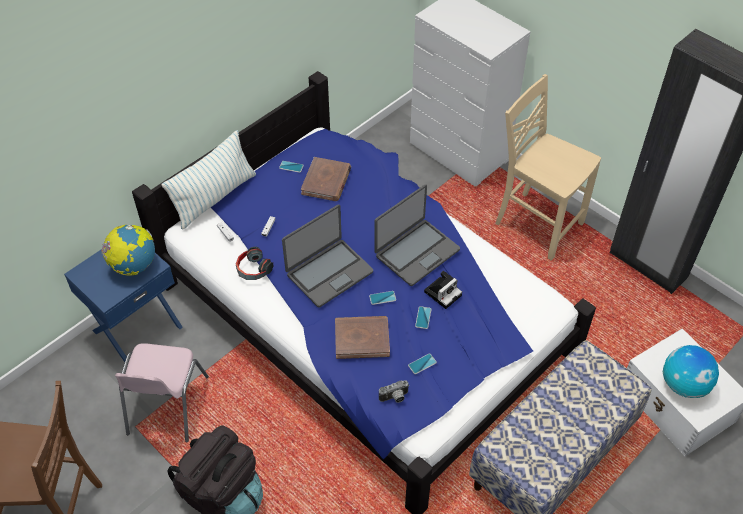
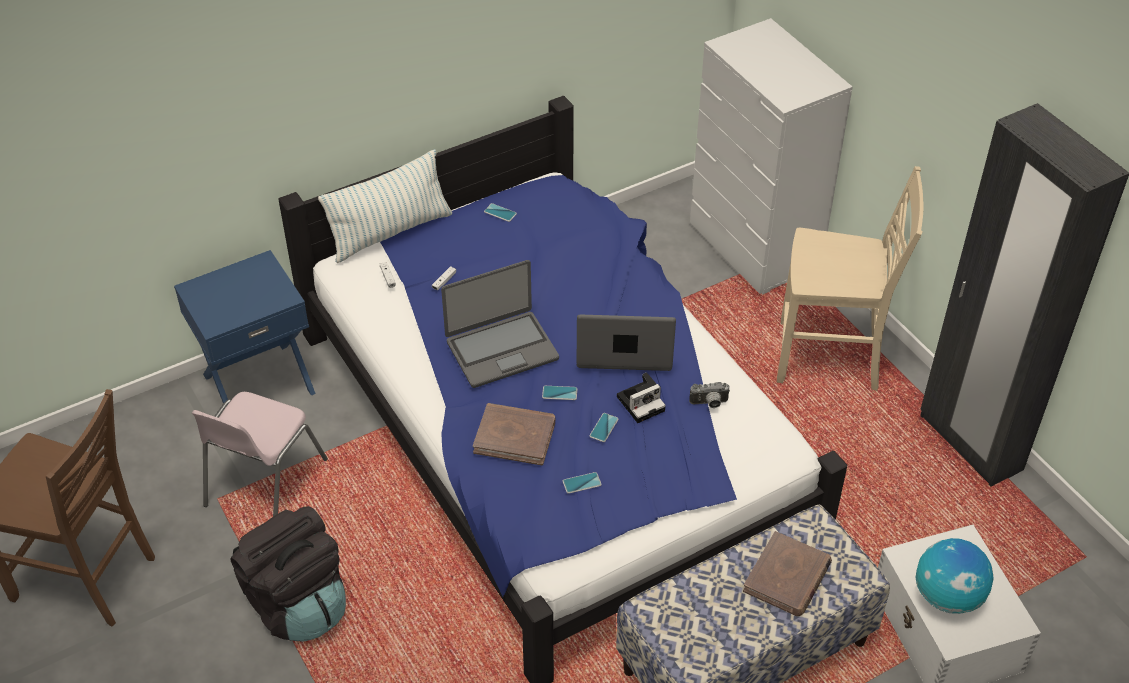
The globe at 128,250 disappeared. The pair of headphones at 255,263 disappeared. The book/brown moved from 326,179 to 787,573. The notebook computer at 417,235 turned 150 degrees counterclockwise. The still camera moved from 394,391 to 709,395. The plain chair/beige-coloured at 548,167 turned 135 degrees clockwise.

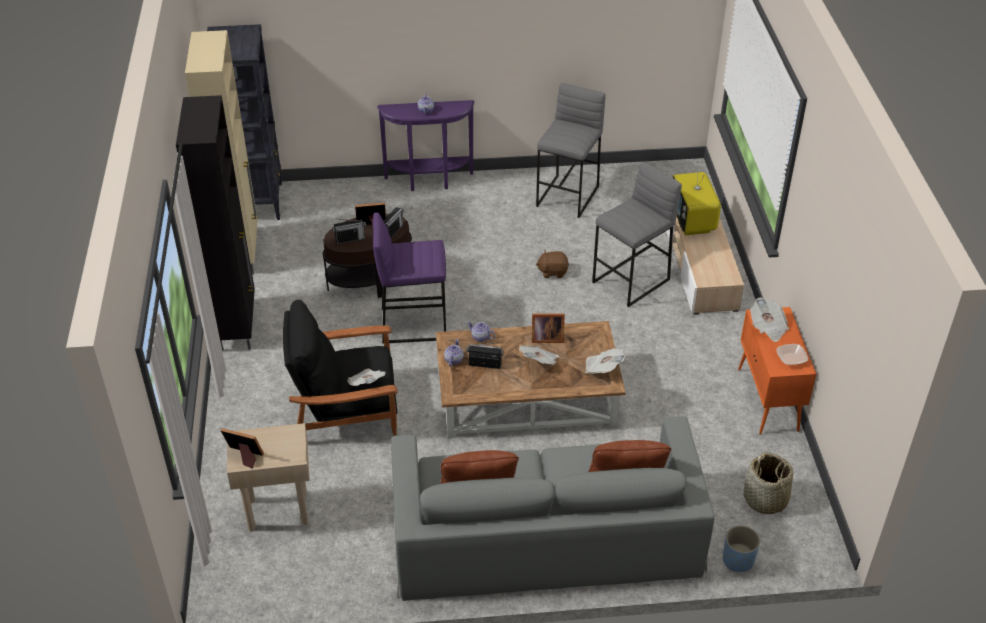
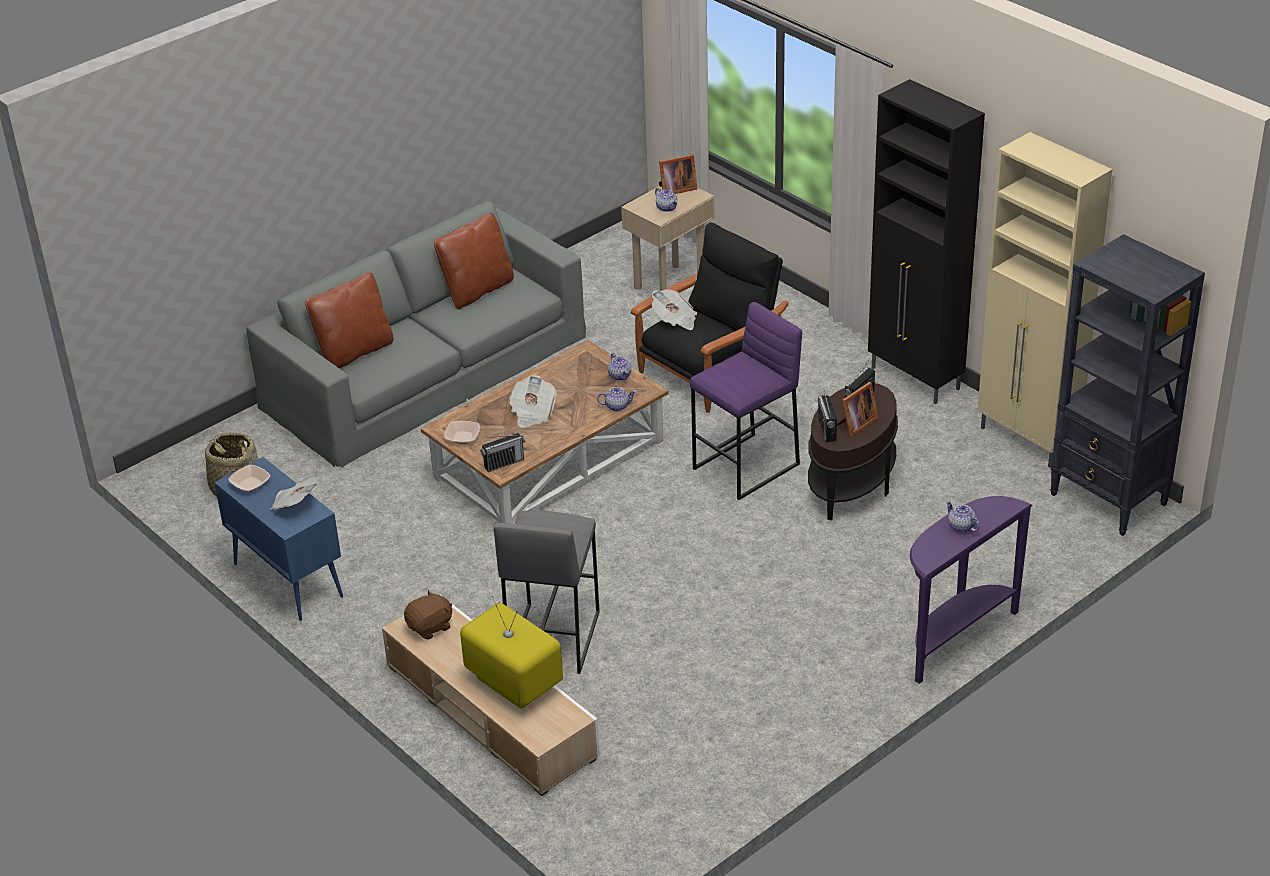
The radio moved from 485,355 to 502,452. The picture frame at 548,328 disappeared. The sitting stool/greyish at 571,150 disappeared. The soft toy/brown moved from 552,264 to 428,615. The printed paper at 605,361 was replaced by the bowl at 462,432. The planter/bluish at 741,548 disappeared. The cupboard/orange at 777,370 became the cupboard/bluish at 278,539. The tea pot at 666,199 appeared.

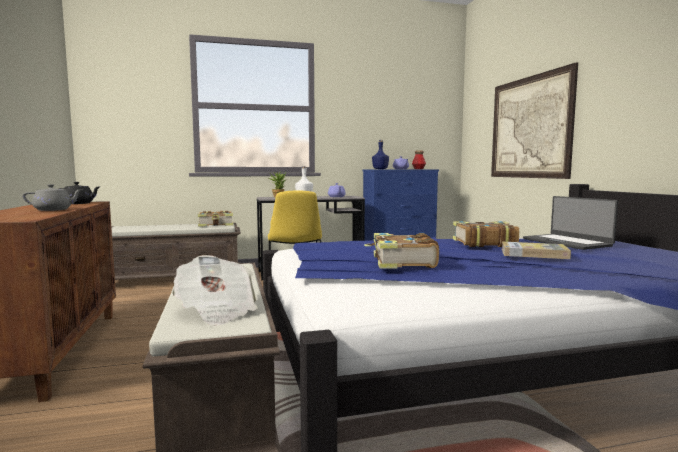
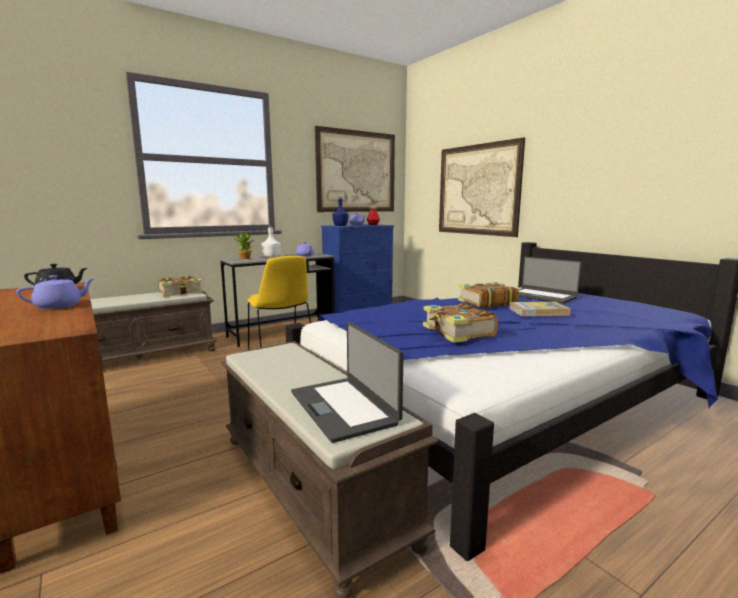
The tea pot/greyish at 52,197 became the tea pot/purplish at 55,292. The printed paper at 215,290 was replaced by the notebook computer at 347,382. The wall art at 355,169 appeared.

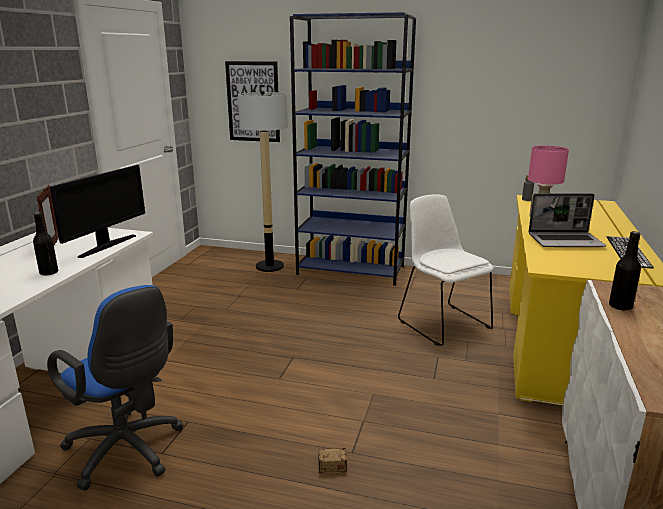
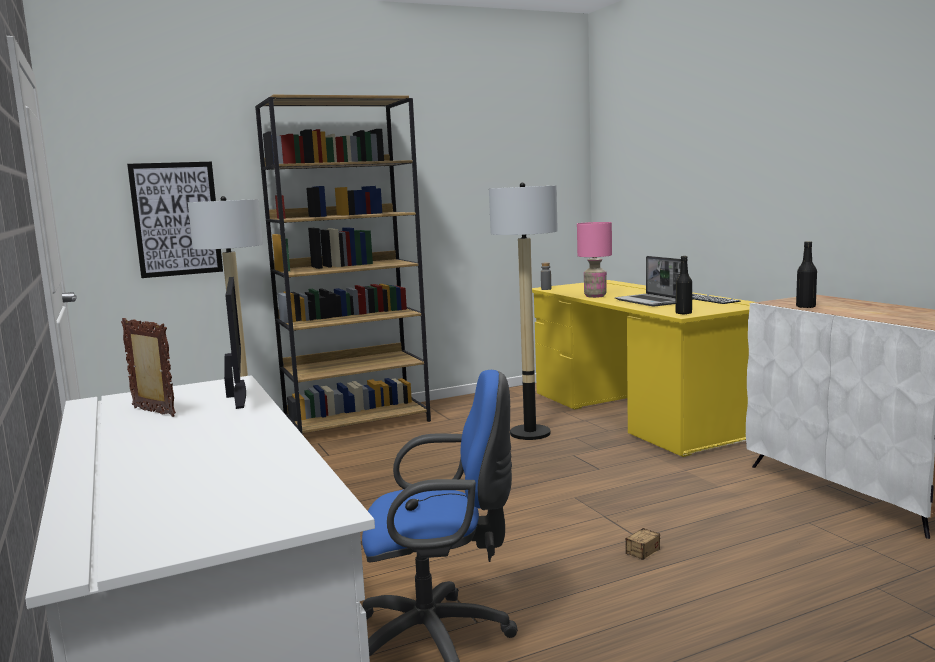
The beverage bottle/black-coloured moved from 45,244 to 684,285. The shelving unit/bluish at 353,149 became the shelving unit/brown at 343,265. The plain chair/whitish at 446,270 was replaced by the standing lamp at 523,311. The notebook computer at 567,220 turned 105 degrees clockwise.

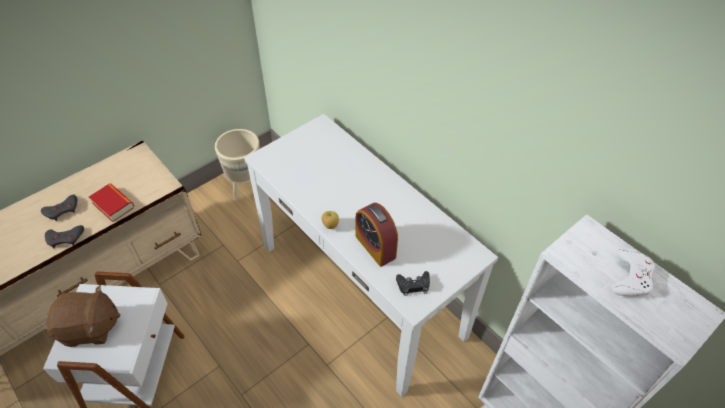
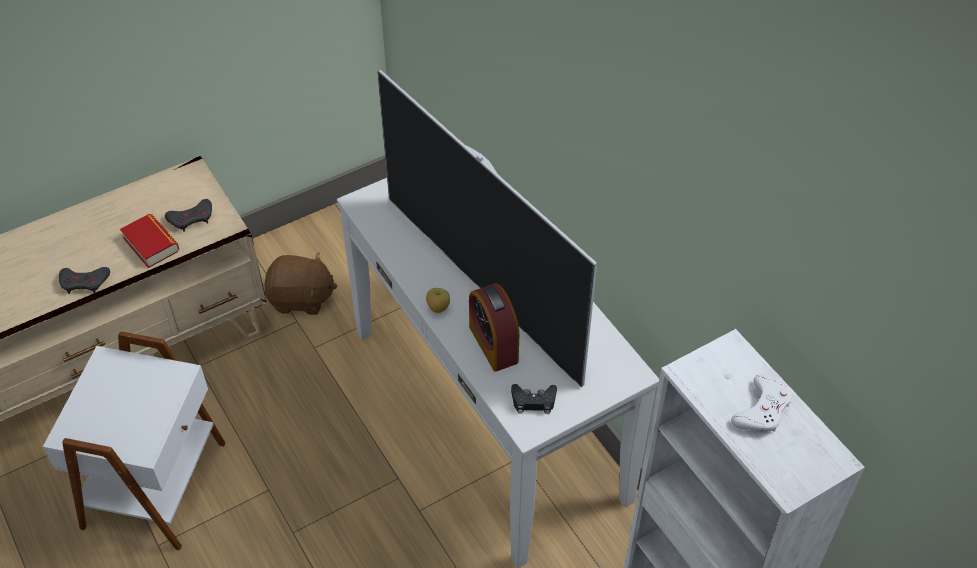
The gamepad/greyish moved from 59,208 to 188,215. The soft toy/brown moved from 83,316 to 300,283. The planter/beige-coloured at 237,165 disappeared. The TV set at 487,228 appeared.

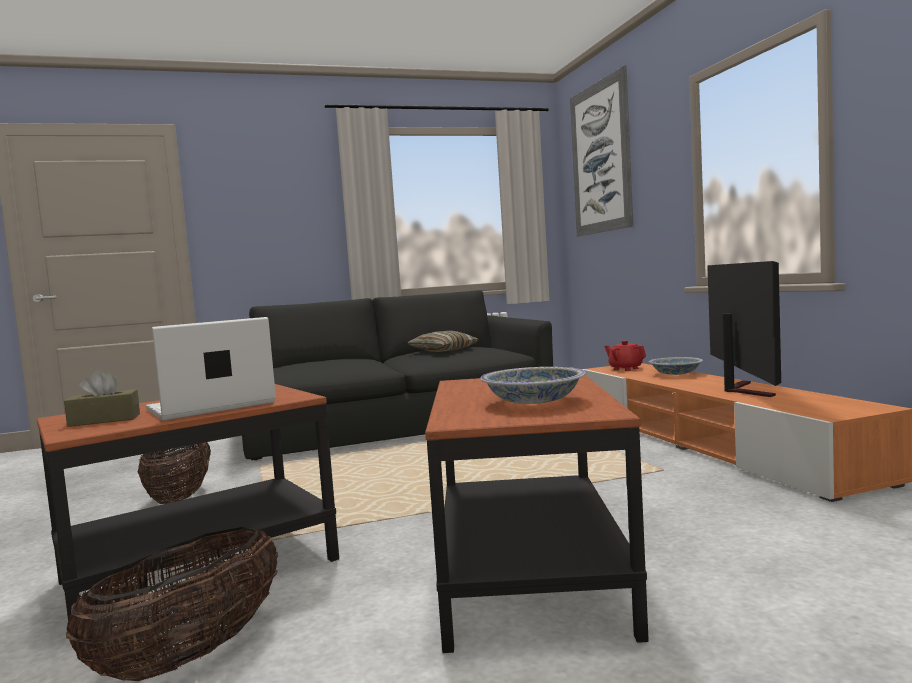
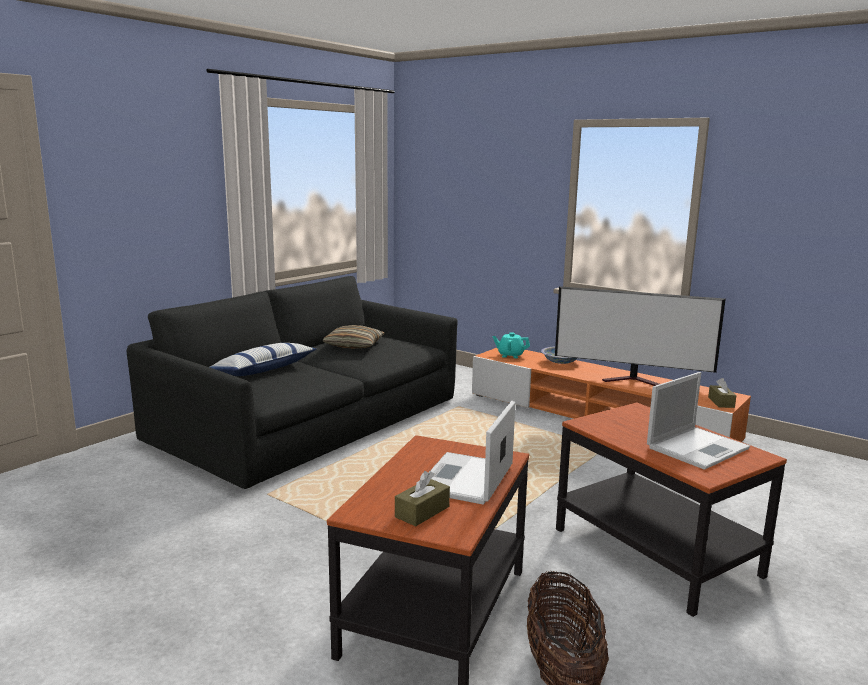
The basket at 174,473 disappeared. The bowl at 533,385 was replaced by the notebook computer at 698,421. The wall art at 601,151 disappeared. The tea pot/red-coloured at 625,356 became the tea pot/turquoise at 511,345. The TV set at 744,329 turned 135 degrees clockwise. The throw pillow at 263,359 appeared. The box of tissues/brown at 722,393 appeared.

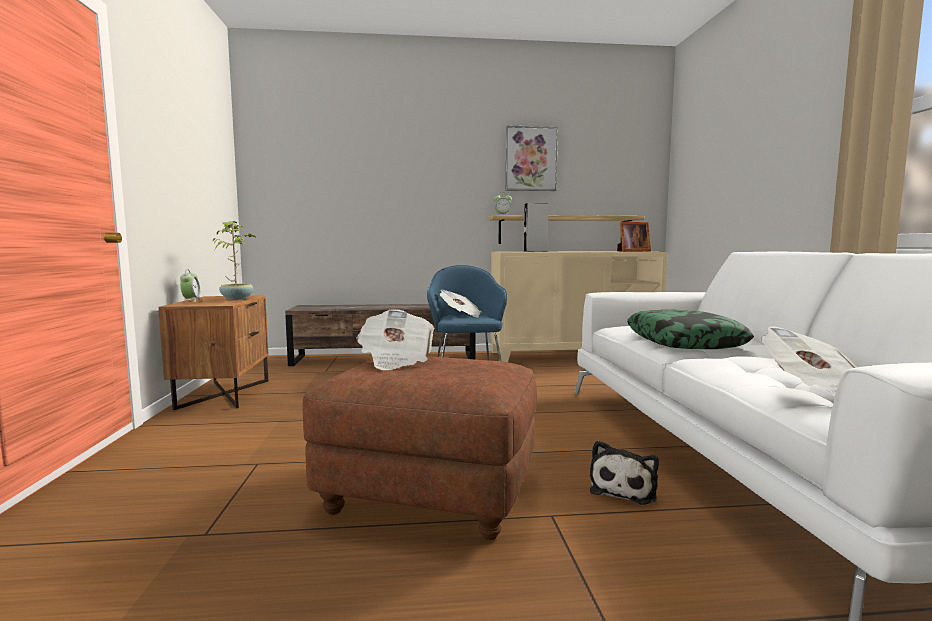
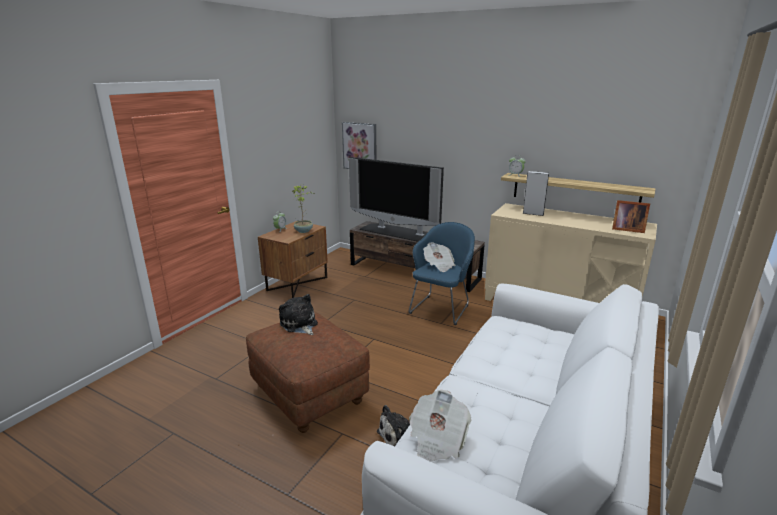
The printed paper at 395,339 was replaced by the soft toy at 298,314. The wall art moved from 532,158 to 359,145. The throw pillow at 690,329 disappeared. The TV set at 396,199 appeared.

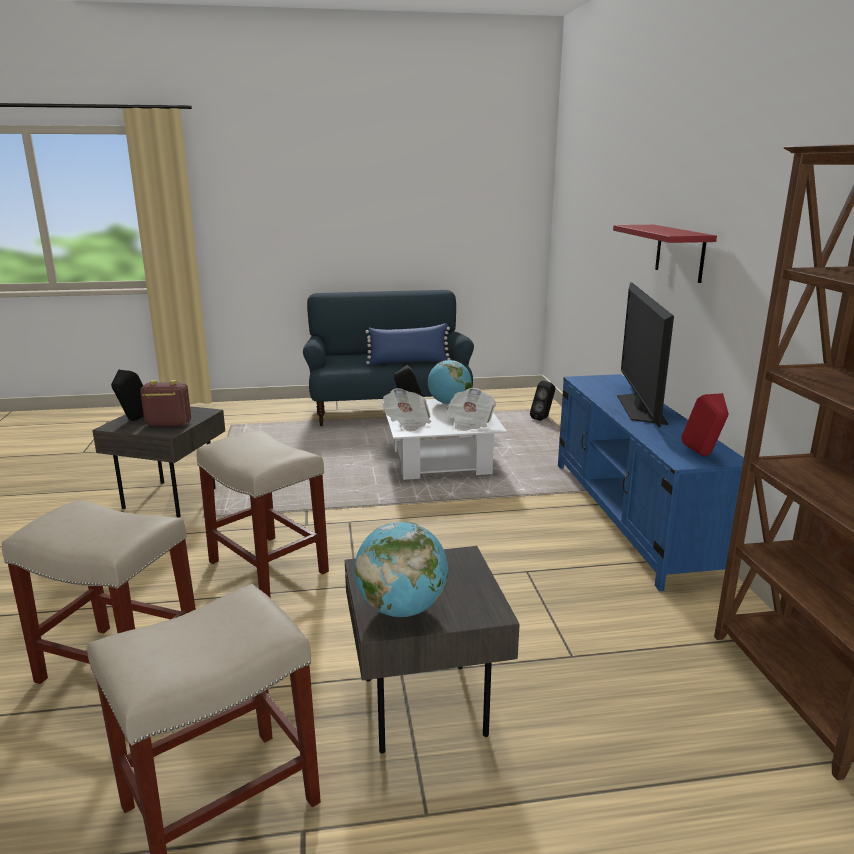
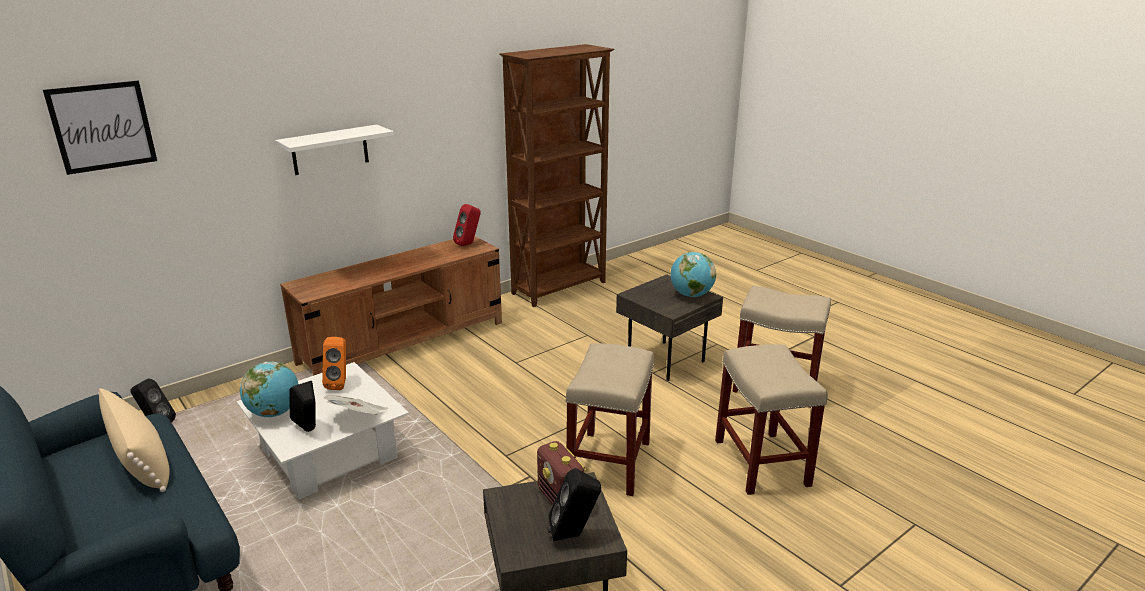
The throw pillow/bluish at 408,344 became the throw pillow/beige-coloured at 134,440. The printed paper at 471,409 was replaced by the loudspeaker/orange at 334,363. The media console/bluish at 651,482 became the media console/brown at 391,306. The shelf/red-coloured at 665,254 became the shelf/whitish at 334,150. The TV set at 645,354 disappeared. The wall art at 100,128 appeared.

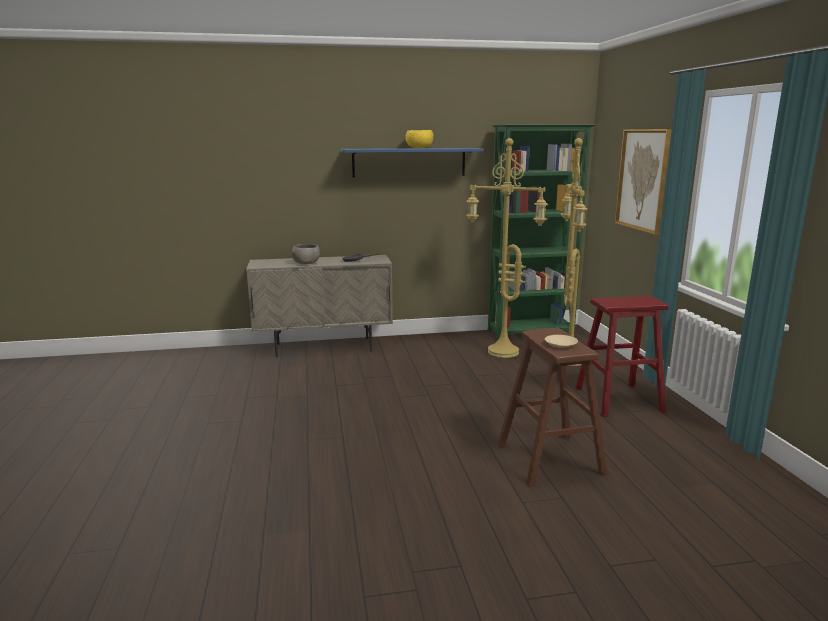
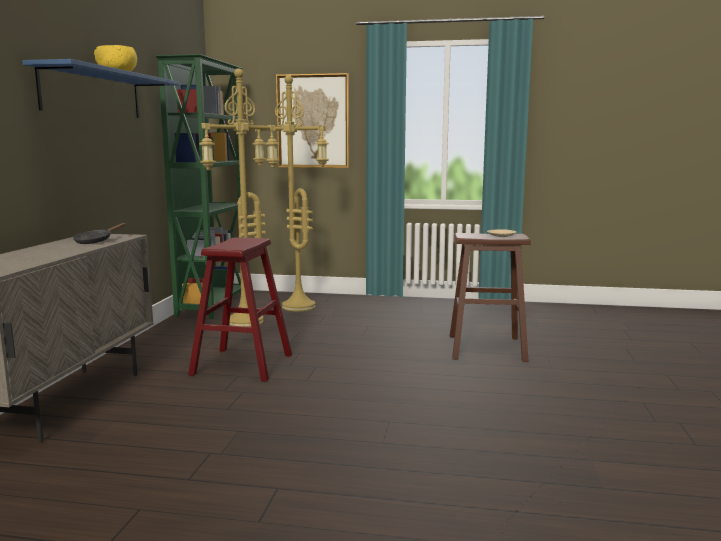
The bowl/greyish at 306,254 disappeared. The sitting stool/red-coloured moved from 622,356 to 240,309.

